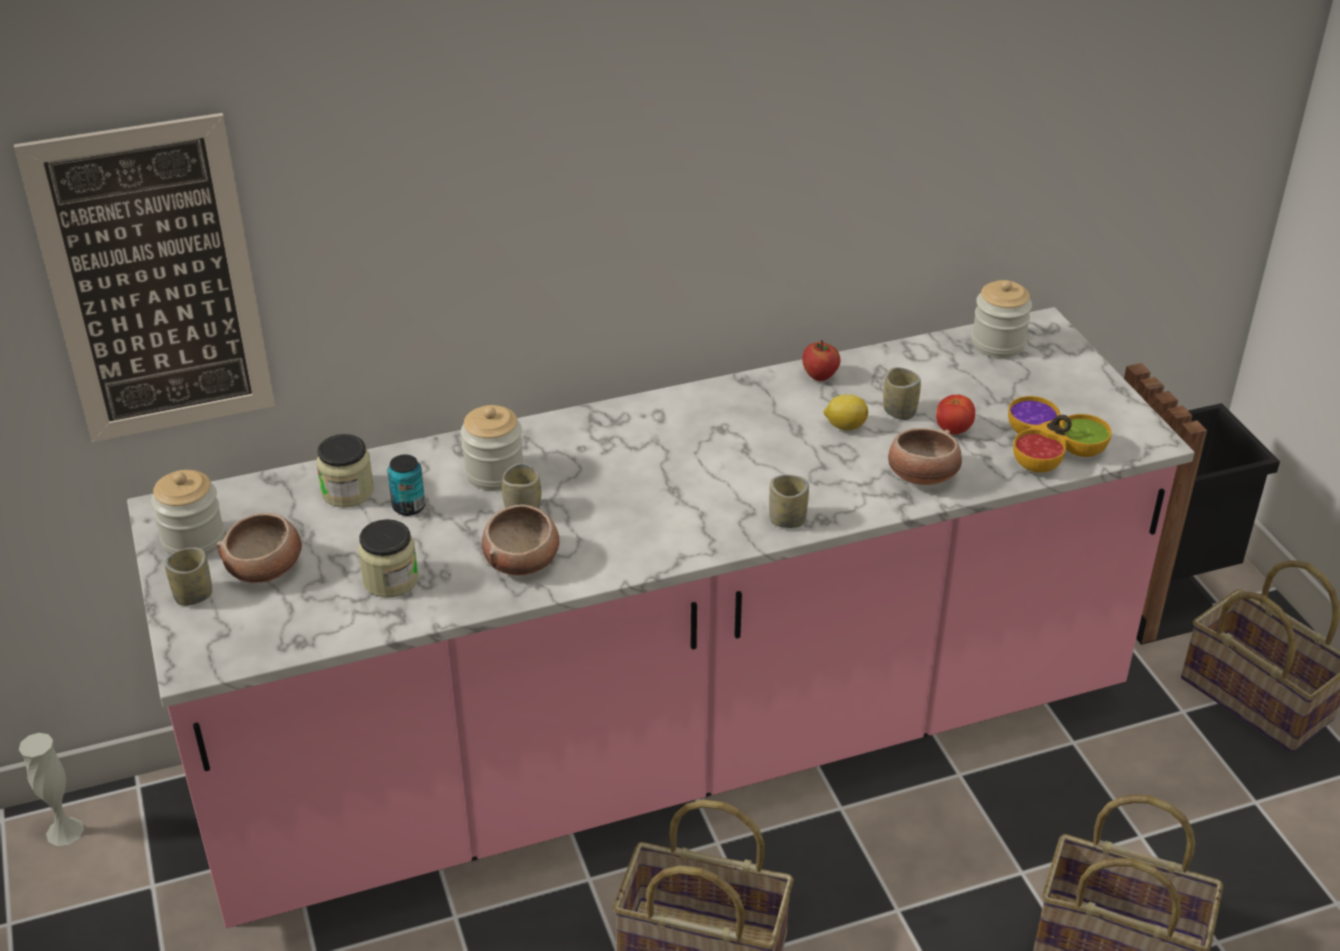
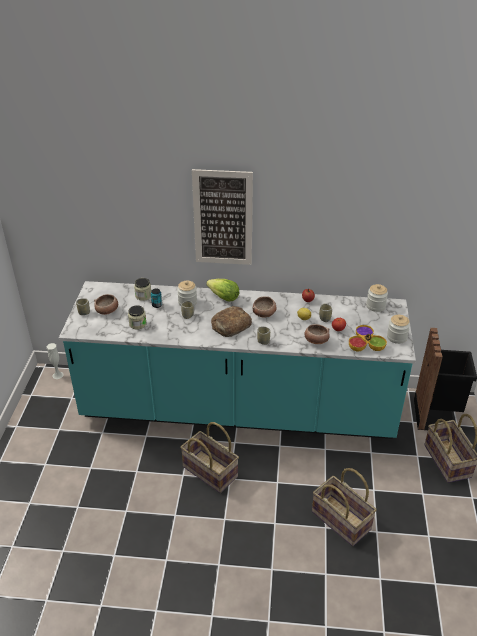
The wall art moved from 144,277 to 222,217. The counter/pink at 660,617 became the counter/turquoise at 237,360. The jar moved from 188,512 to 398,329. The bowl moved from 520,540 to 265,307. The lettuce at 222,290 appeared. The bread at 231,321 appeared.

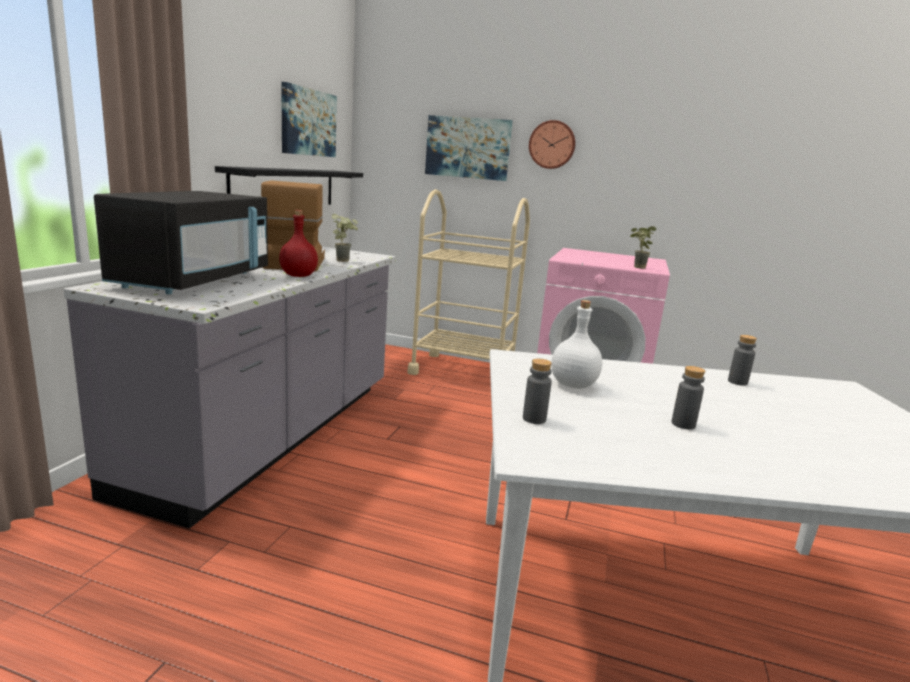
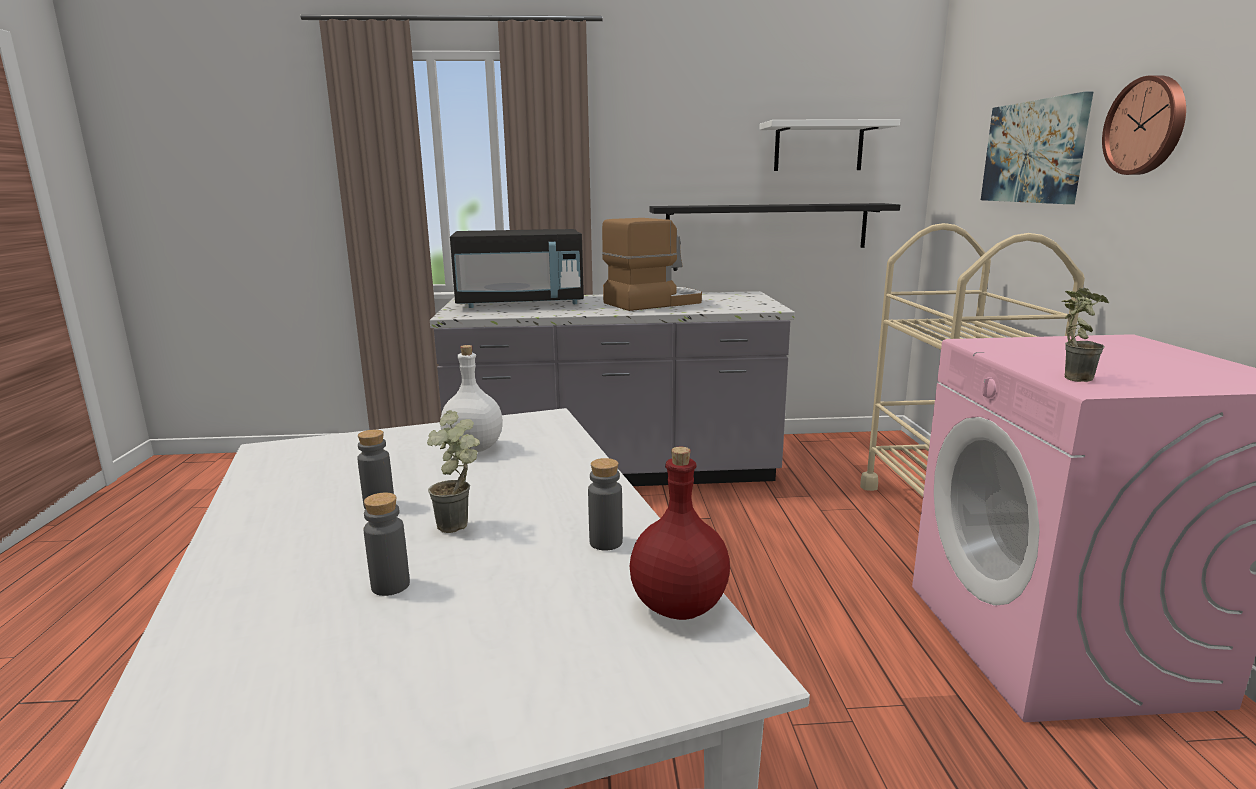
The beverage bottle/red-coloured moved from 298,243 to 680,533. The wall art at 309,119 was replaced by the shelf/whitish at 829,145. The houseplant moved from 344,238 to 453,471. The beverage bottle/greyish moved from 537,391 to 387,544.

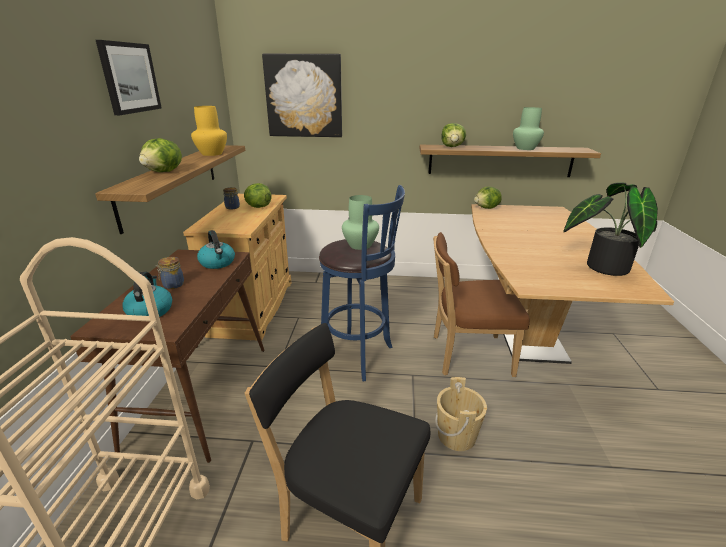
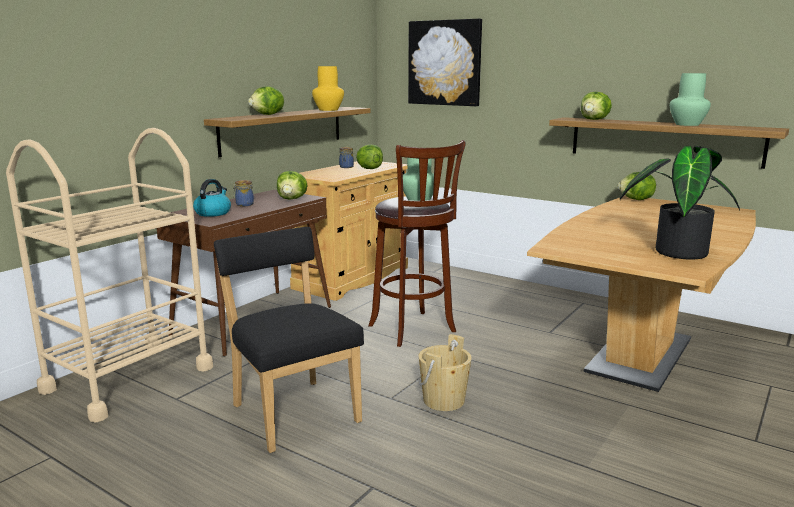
The wall art at 129,77 disappeared. The kettle at 216,249 was replaced by the lettuce at 292,185. The sitting stool/bluish at 362,283 became the sitting stool/brown at 417,243. The plain chair/brown at 481,304 disappeared.

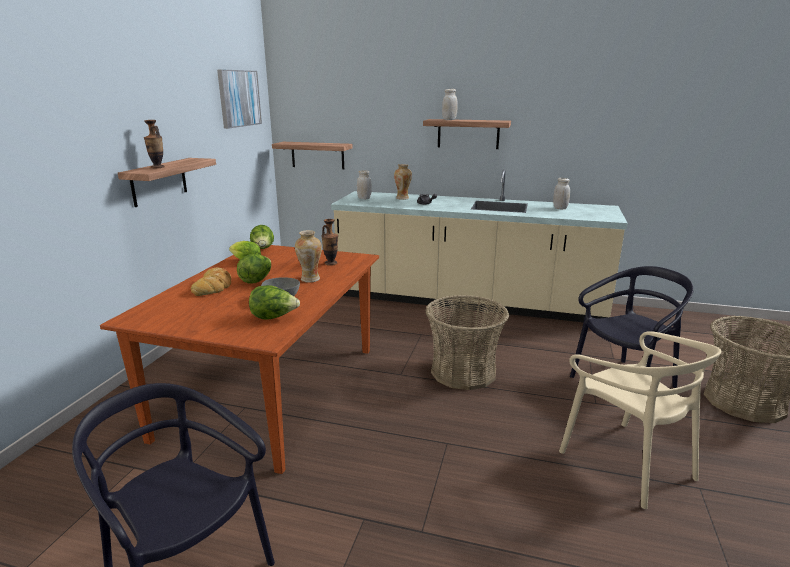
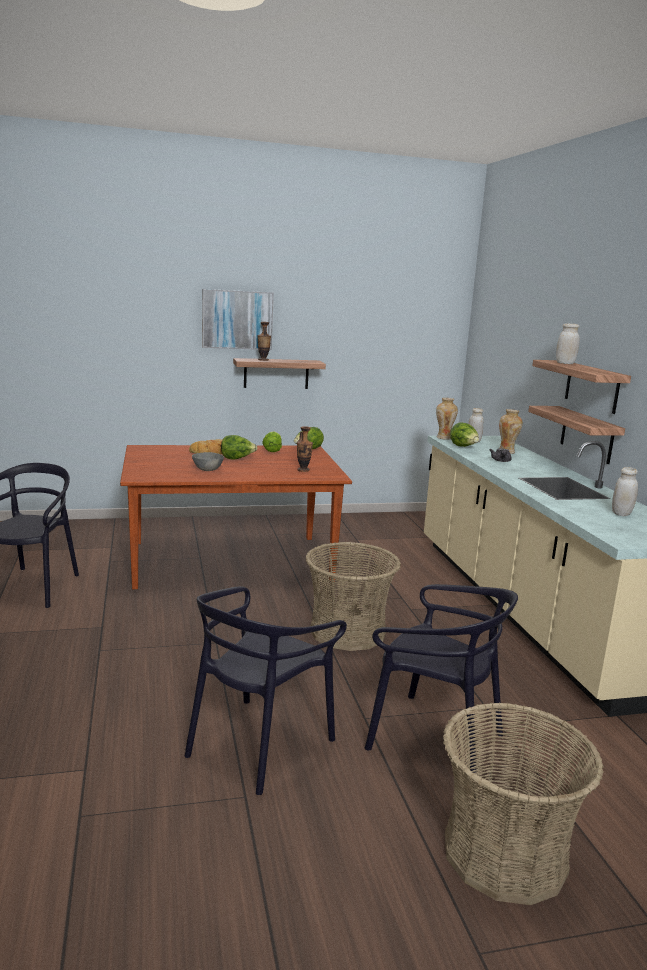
The wall art moved from 239,99 to 238,319. The lettuce moved from 274,302 to 464,434. The shelf moved from 312,155 to 576,435. The decorative vase moved from 308,256 to 447,419. The plain chair/beige-coloured at 640,420 became the plain chair/black-coloured at 266,690.

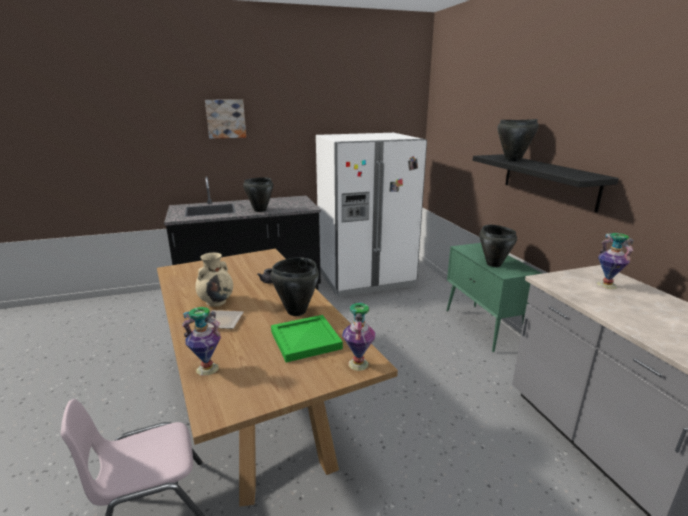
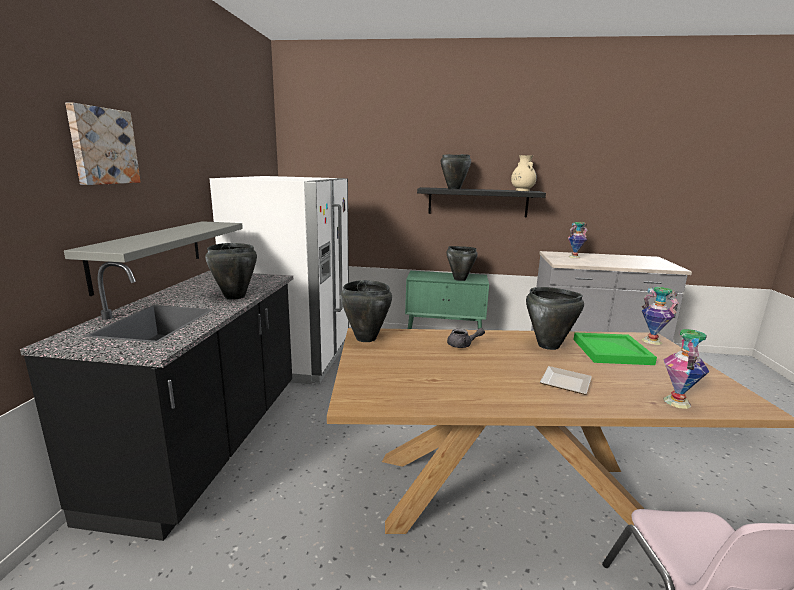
The decorative vase/beige-coloured moved from 214,280 to 524,173. The shelf/greyish at 153,258 appeared. The stockpot/black-coloured at 366,311 appeared.

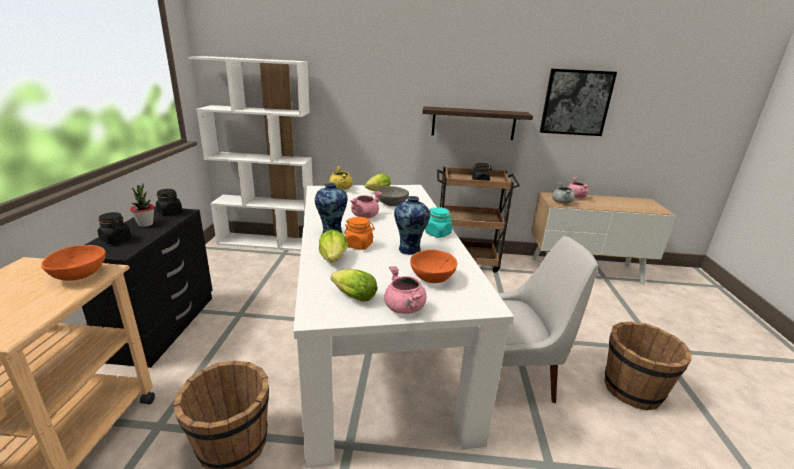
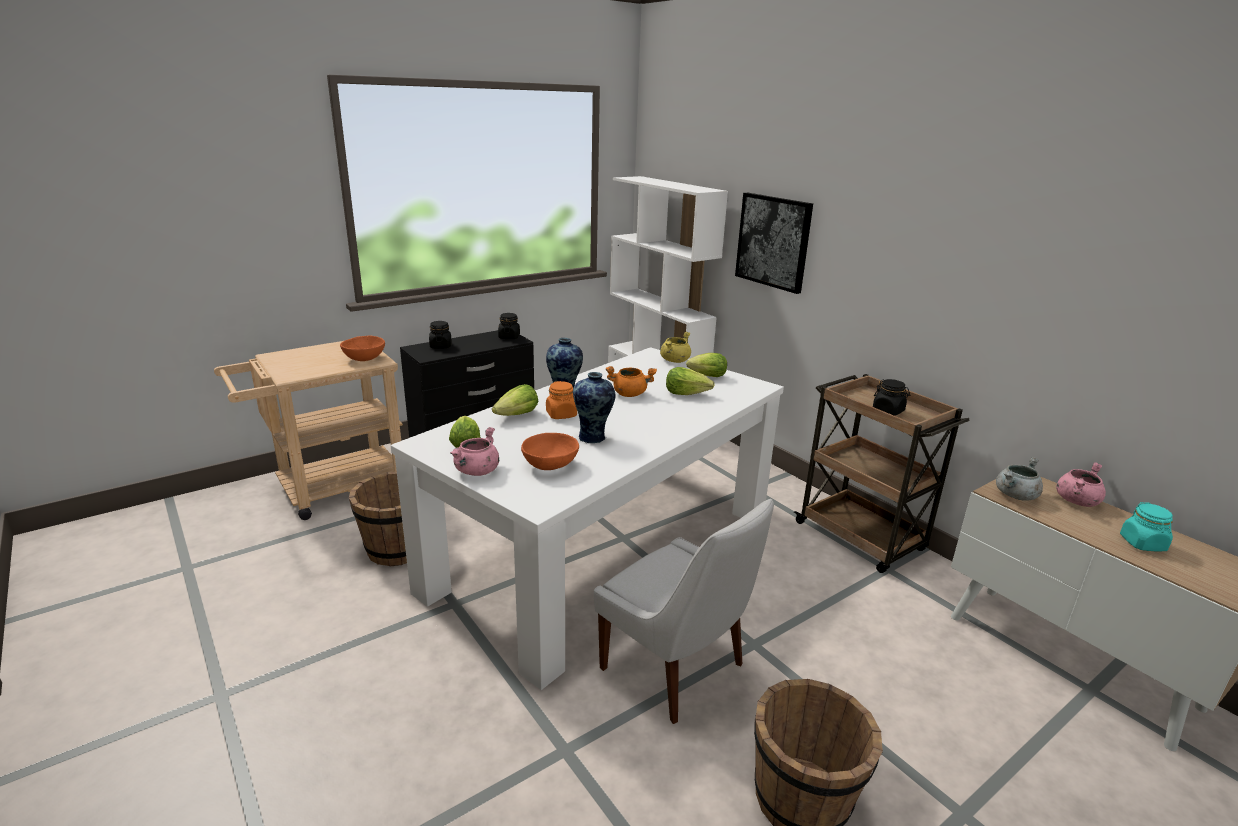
The houseplant at 142,205 disappeared. The stockpot/pink at 366,205 became the stockpot/orange at 631,381. The bowl/greyish at 392,196 was replaced by the lettuce at 690,381. The shelf at 477,123 disappeared. The jar/turquoise moved from 439,222 to 1146,527. The wall art moved from 578,102 to 774,243.

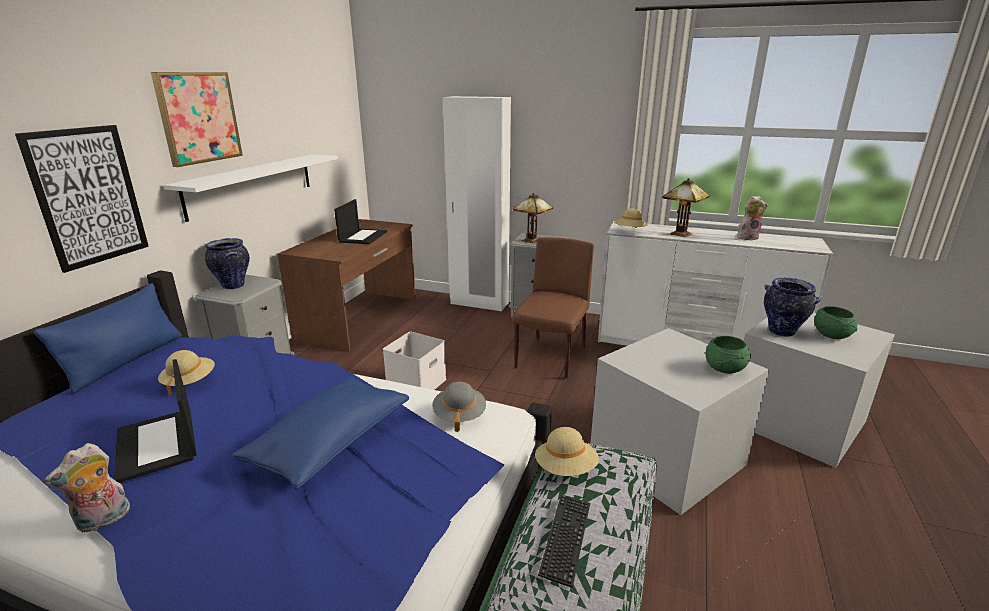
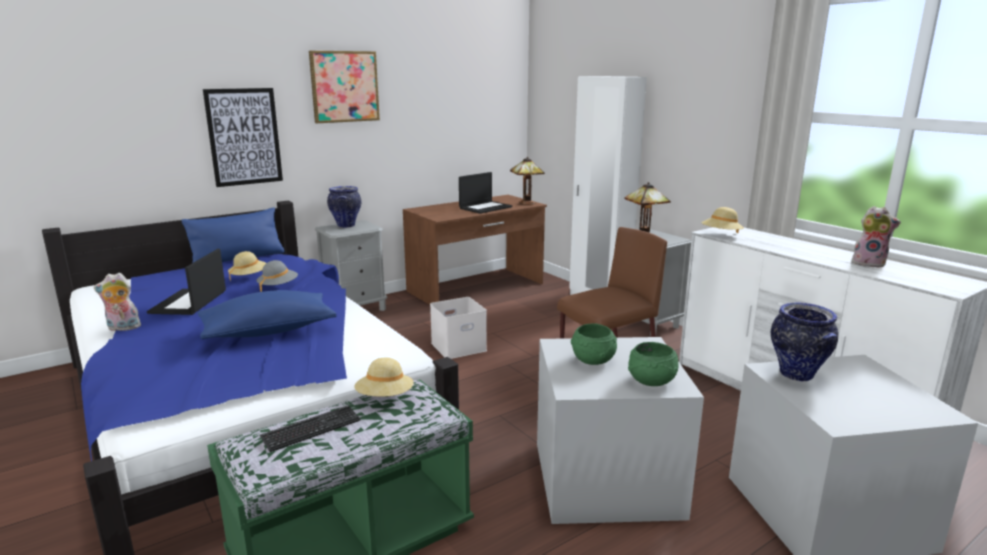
The shelf/whitish at 250,188 disappeared. The hat/greyish moved from 459,407 to 277,276. The tabletop lamp moved from 686,207 to 527,180. The bowl/green moved from 836,322 to 594,344.

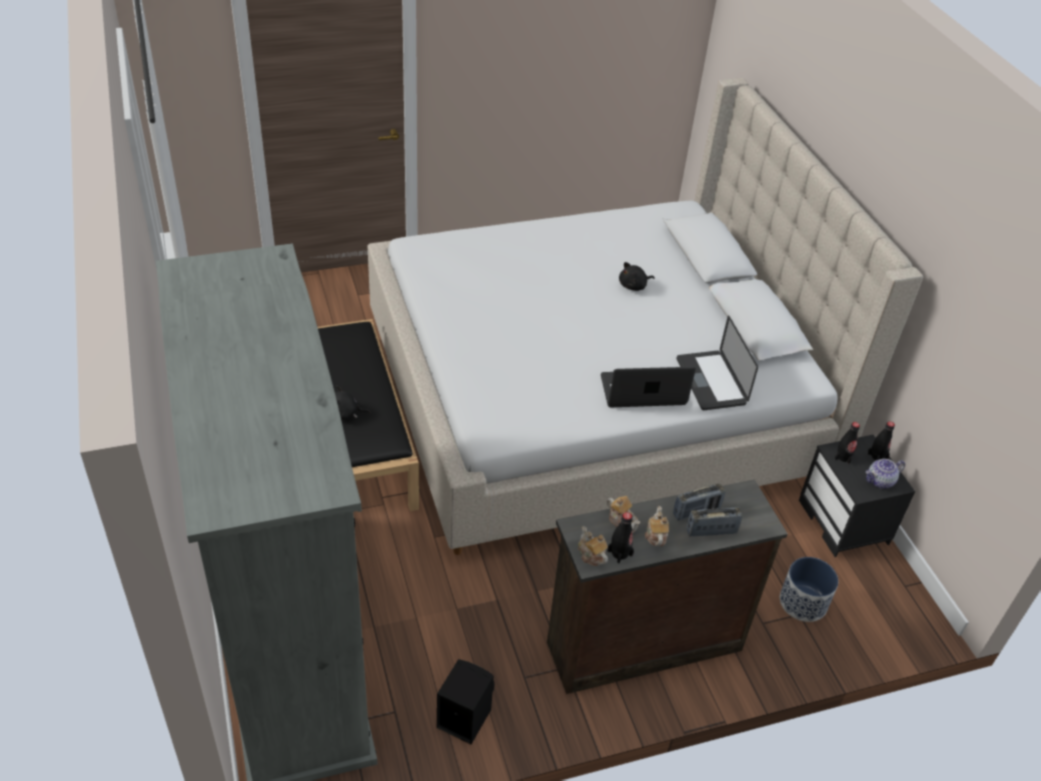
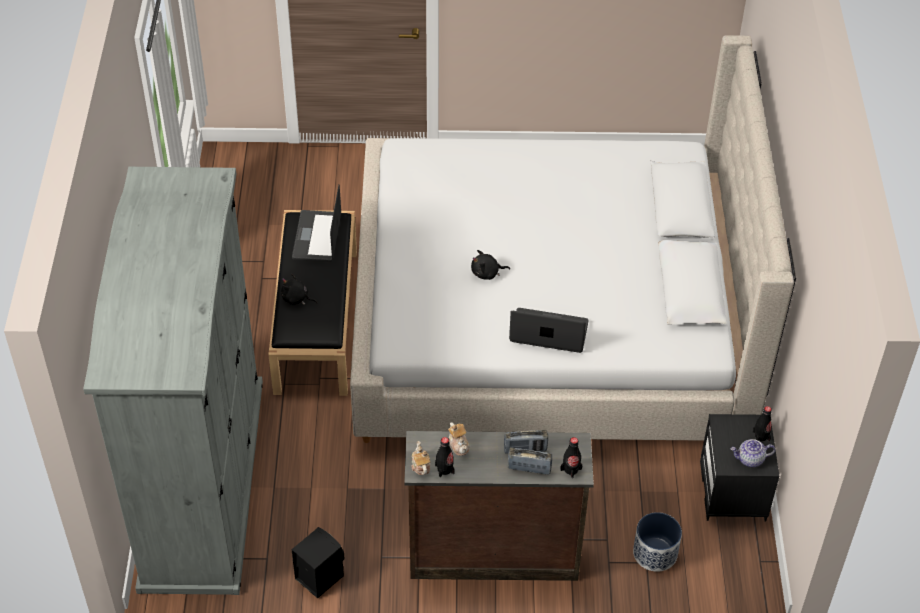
The soft toy/black-coloured moved from 636,276 to 490,265. The tea pot at 657,526 disappeared. The notebook computer moved from 717,363 to 316,223. The beverage bottle/black-coloured moved from 847,443 to 571,457.

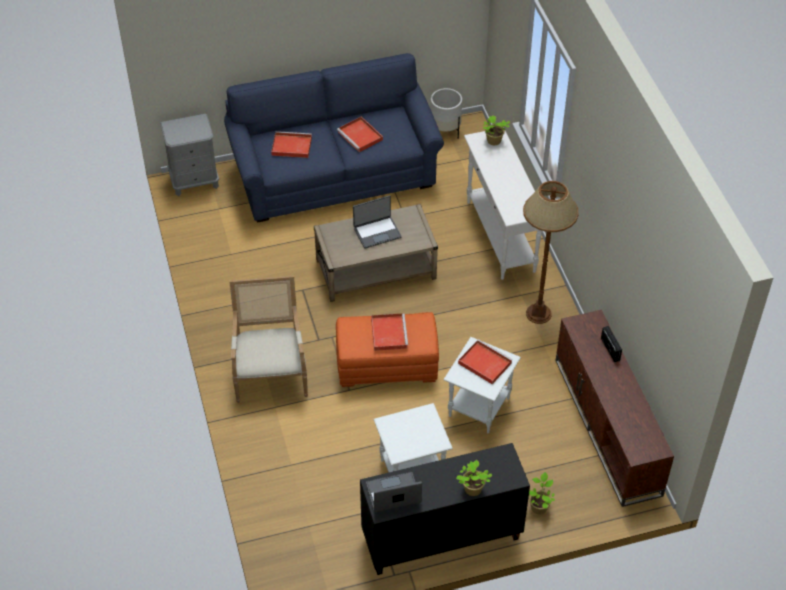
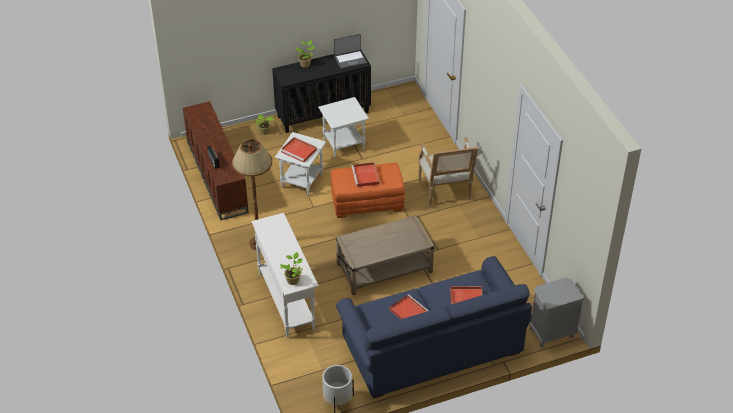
The notebook computer at 377,222 disappeared.

